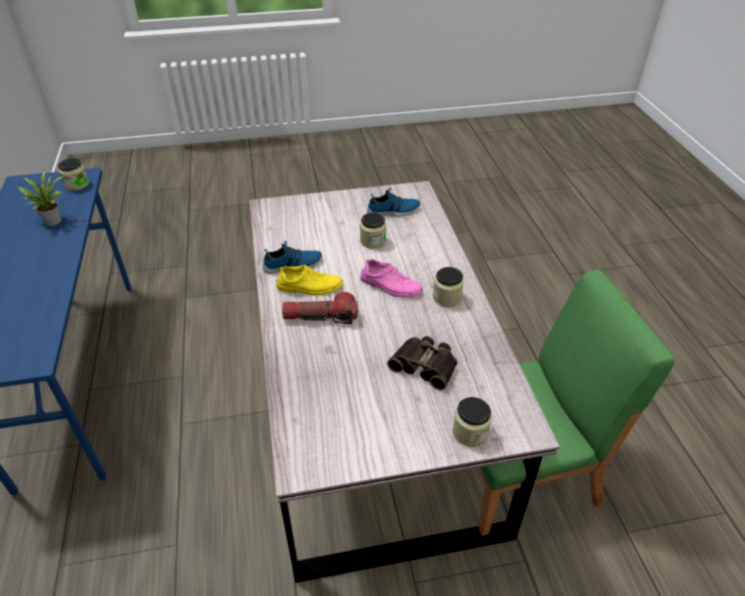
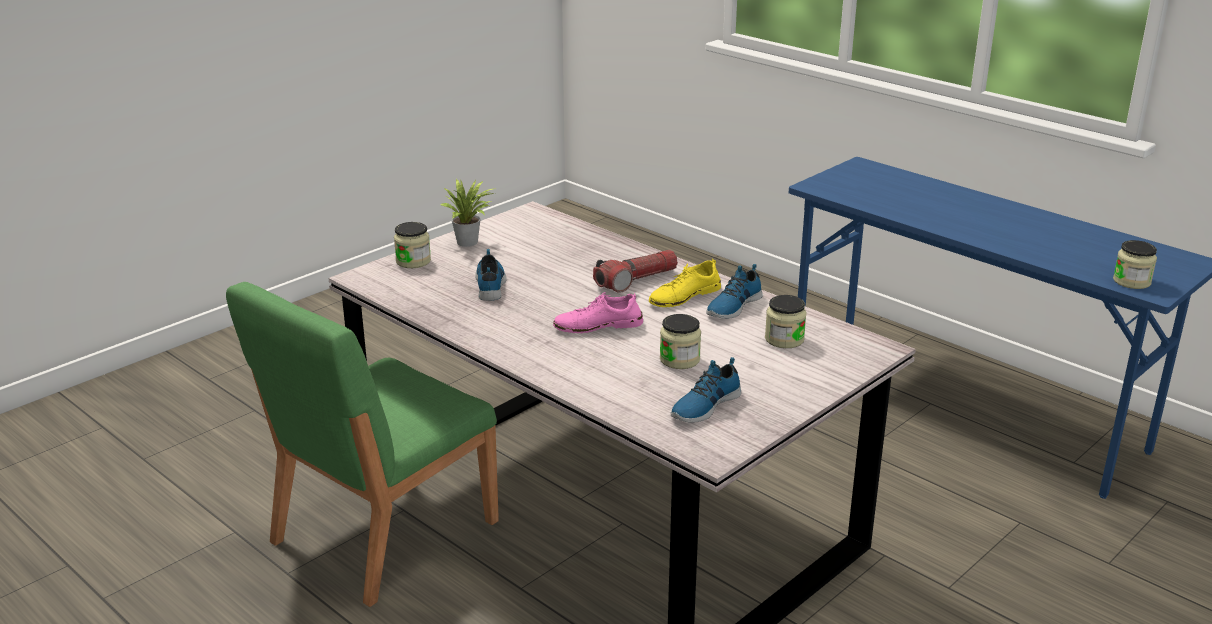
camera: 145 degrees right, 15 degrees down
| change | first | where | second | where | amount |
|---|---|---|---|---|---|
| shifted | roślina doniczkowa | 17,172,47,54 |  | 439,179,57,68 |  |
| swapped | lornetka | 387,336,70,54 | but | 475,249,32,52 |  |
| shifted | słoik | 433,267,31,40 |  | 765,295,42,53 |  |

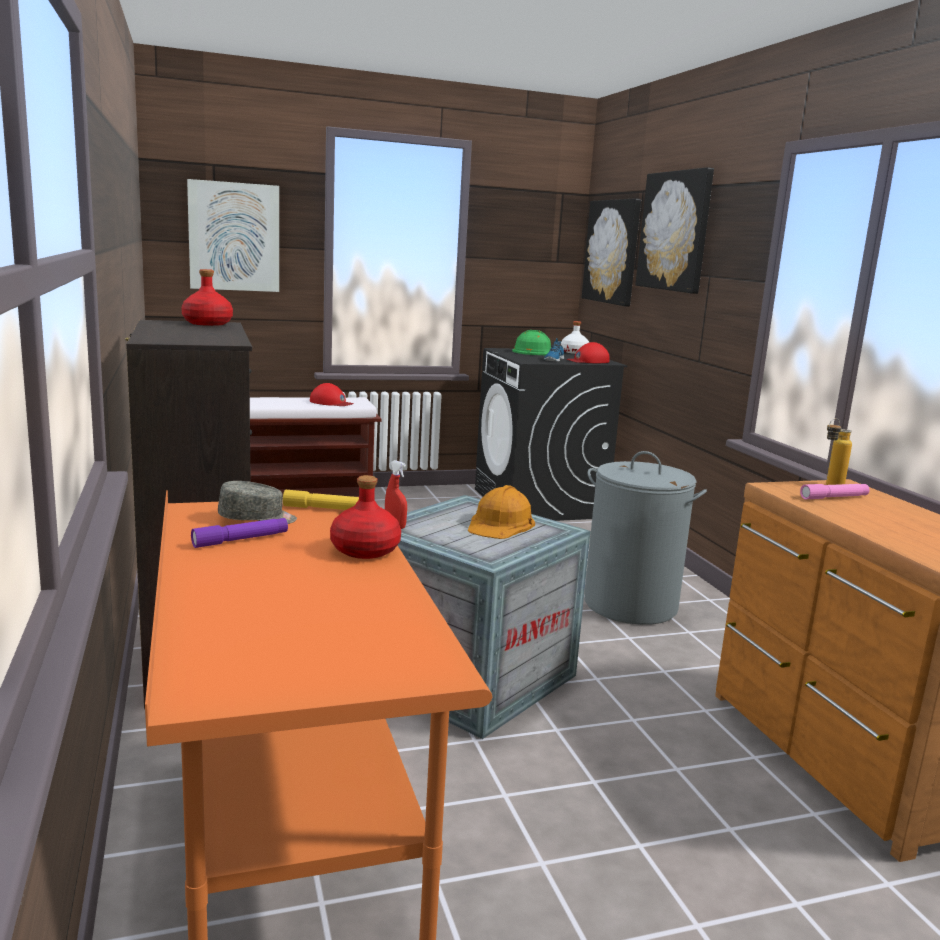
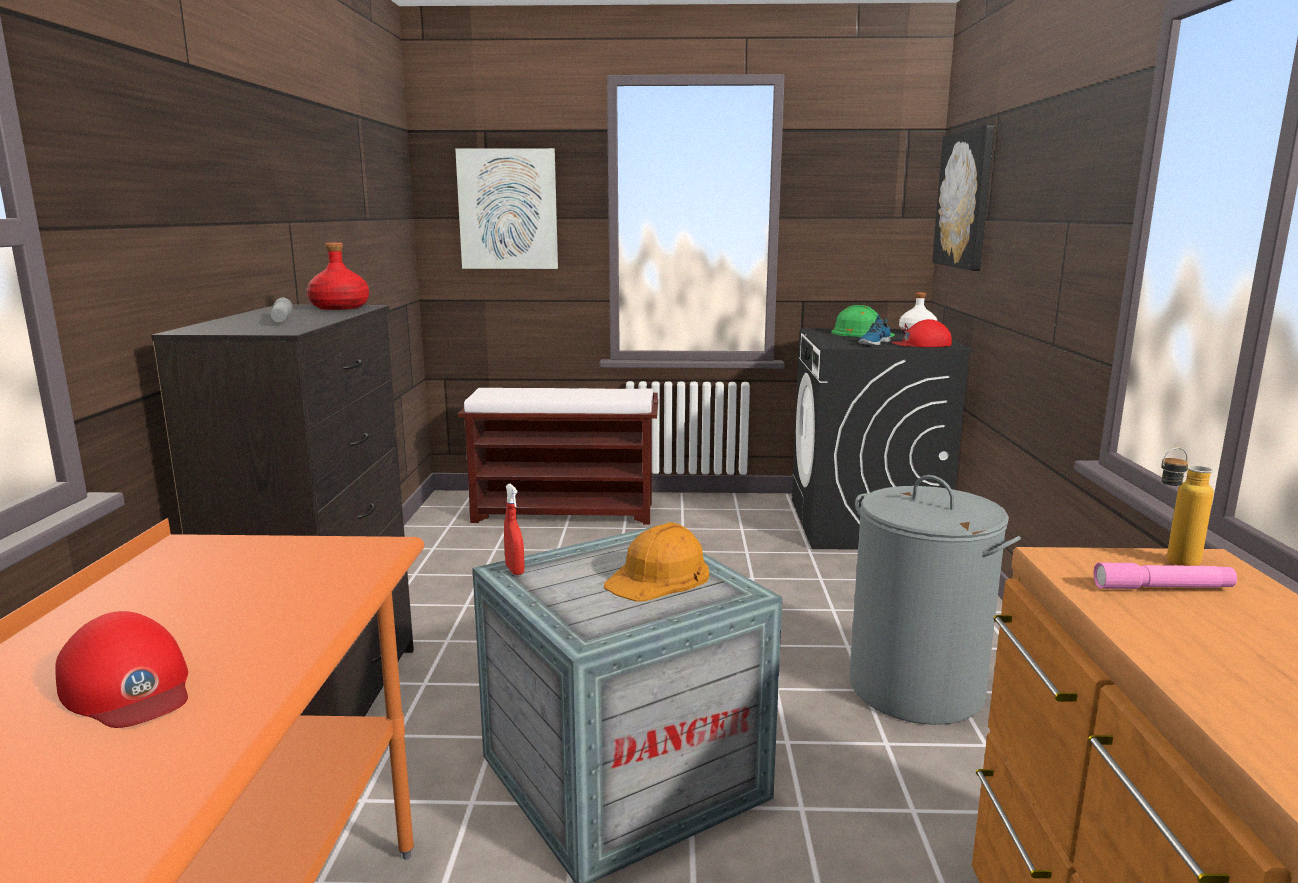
camera: 20 degrees right, 0 degrees up
| change | first | where | second | where | amount |
|---|---|---|---|---|---|
| shifted | czapka z daszkiem (czerwony) | 310,383,44,23 |  | 55,611,133,117 |  |
| new |  |  | latarka (szary) | 270,298,23,25 |  |
| gone | latarka (fioletowy) | 191,518,97,30 |  |  |  |
| gone | czapka z daszkiem (szary) | 218,481,79,43 |  |  |  |
| gone | latarka (żółty) | 283,490,76,20 |  |  |  |
| gone | butelka (czerwony) | 330,475,71,84 |  |  |  |
| gone | obraz | 635,167,79,127 |  |  |  |

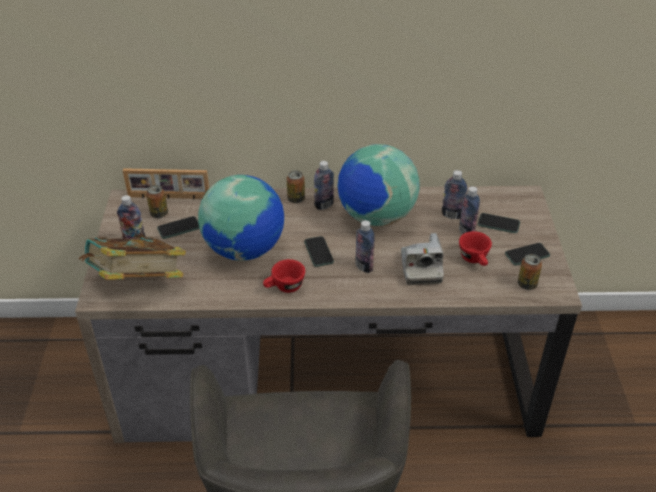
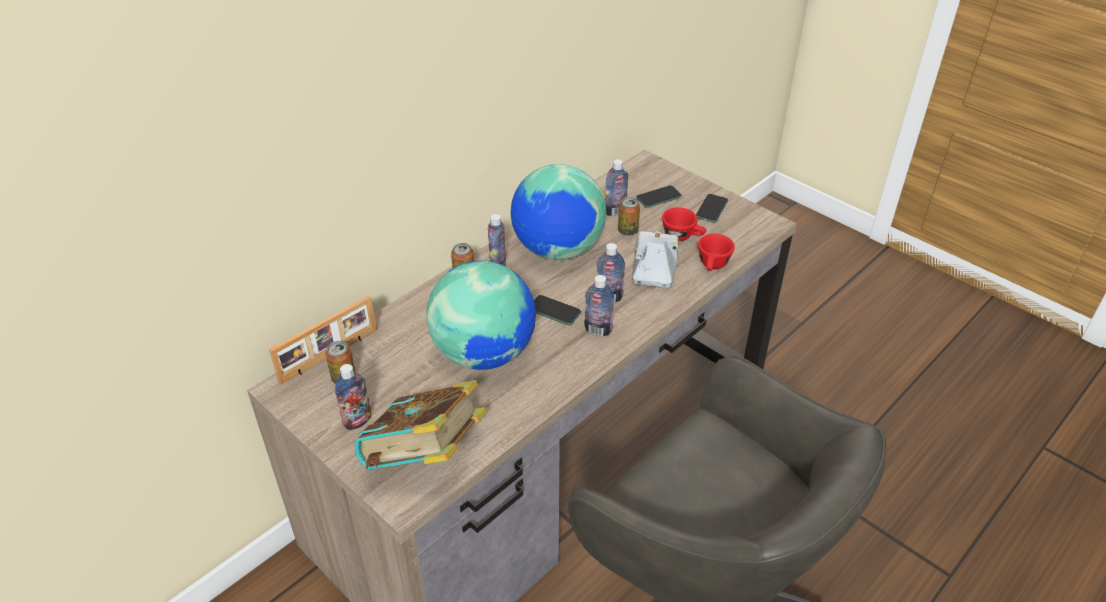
camera: 45 degrees left, 0 degrees up
| change | first | where | second | where | amount |
|---|---|---|---|---|---|
| shifted | butelka | 459,186,21,48 |  | 584,275,31,61 |  |
| shifted | puszka | 518,254,24,36 |  | 618,197,22,39 |  |
| rotated | aparat fotograficzny | 401,233,43,52 |  | 632,231,47,57 | 120 degrees counterclockwise |
| shifted | filiżanka (czerwony) | 263,259,42,34 |  | 698,234,37,37 |  |
| gone | telefon | 157,216,43,23 |  |  |  |

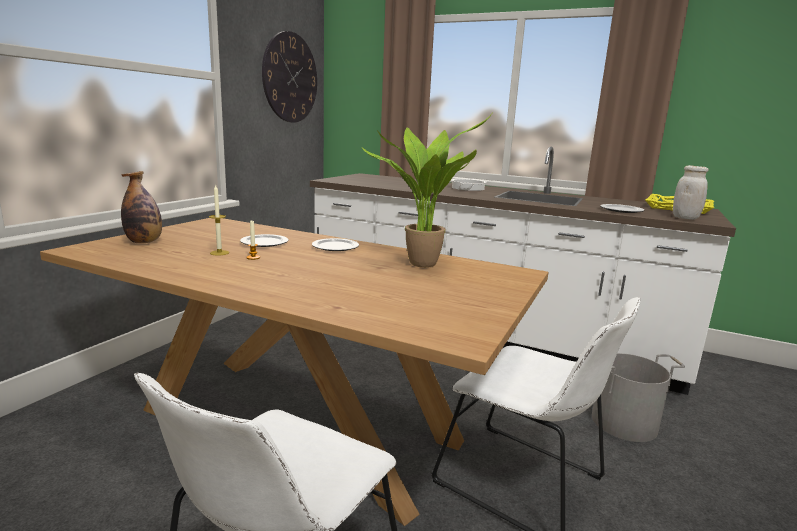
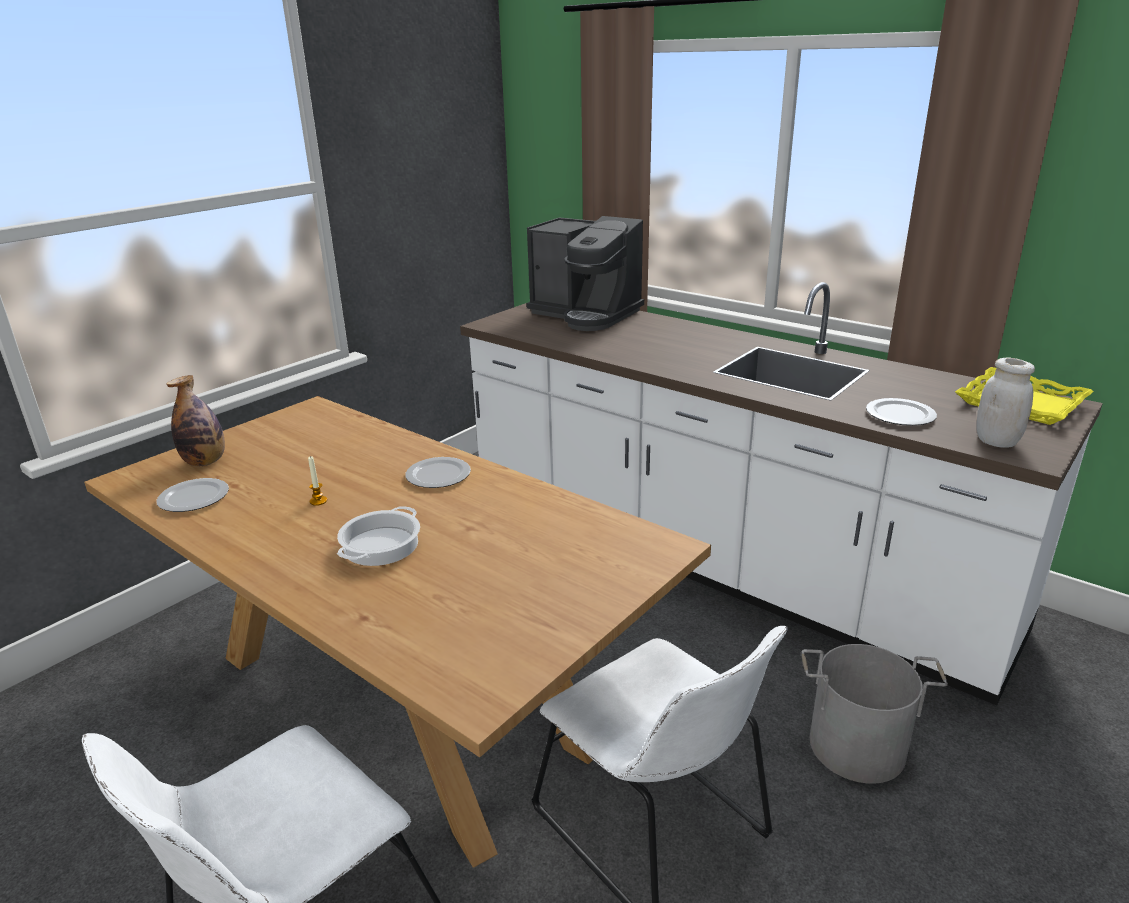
camera: 15 degrees right, 10 degrees up
| change | first | where | second | where | amount |
|---|---|---|---|---|---|
| shifted | talerz | 240,234,48,13 |  | 156,478,73,34 |  |
| shifted | garnek | 451,179,36,12 |  | 337,506,83,60 |  |
| new |  |  | ekspres do kawy | 526,216,118,115 |  |
| gone | świeca | 209,185,20,71 |  |  |  |
| gone | zegar ścienny | 262,31,55,92 |  |  |  |
| gone | roślina doniczkowa | 362,114,130,154 |  |  |  |

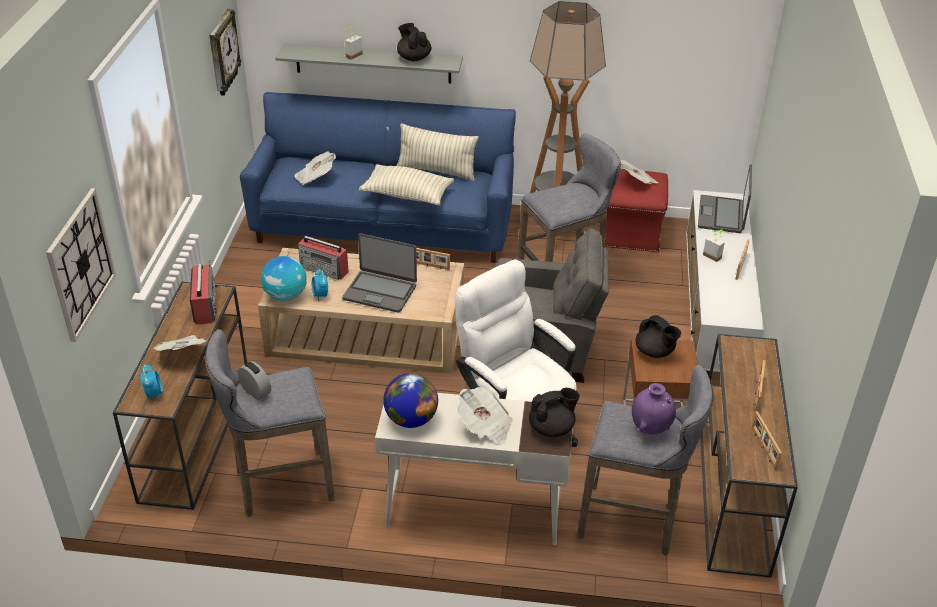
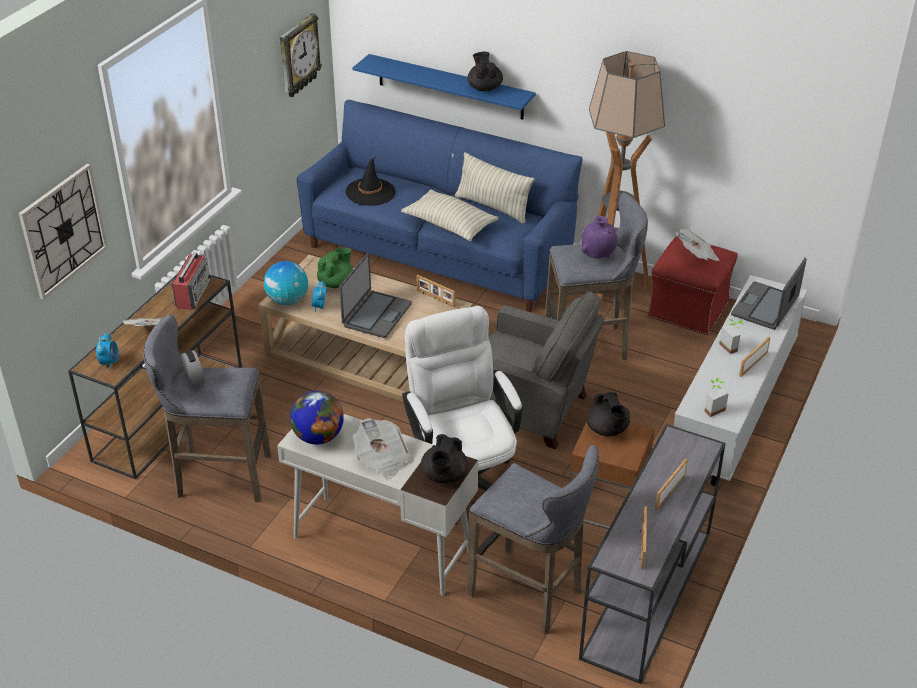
camera: 20 degrees right, 0 degrees up
| change | first | where | second | where | amount |
|---|---|---|---|---|---|
| swapped | radio | 298,236,50,44 | imbryk (zielony) | 317,247,36,41 |  |
| rotated | laptop | 342,233,75,80 |  | 339,253,73,85 | 105 degrees counterclockwise |
| swapped | gazeta | 294,152,42,33 | kapelusz (czarny) | 345,156,51,50 |  |
| repainted | półka (szary) | 275,43,188,40 | półka (niebieski) | 352,54,184,65 |  |
| rotated | imbryk (czarny) | 529,388,51,49 |  | 421,434,47,49 | 105 degrees clockwise |
| repainted | stolik konsolowy (brązowy) | 700,334,98,243 | stolik konsolowy (szary) | 579,424,147,260 |  |
| shifted | wazon (fioletowy) | 632,383,44,51 |  | 582,216,35,42 |  |
| shifted | roślina doniczkowa | 345,27,18,33 |  | 704,378,25,39 |  |

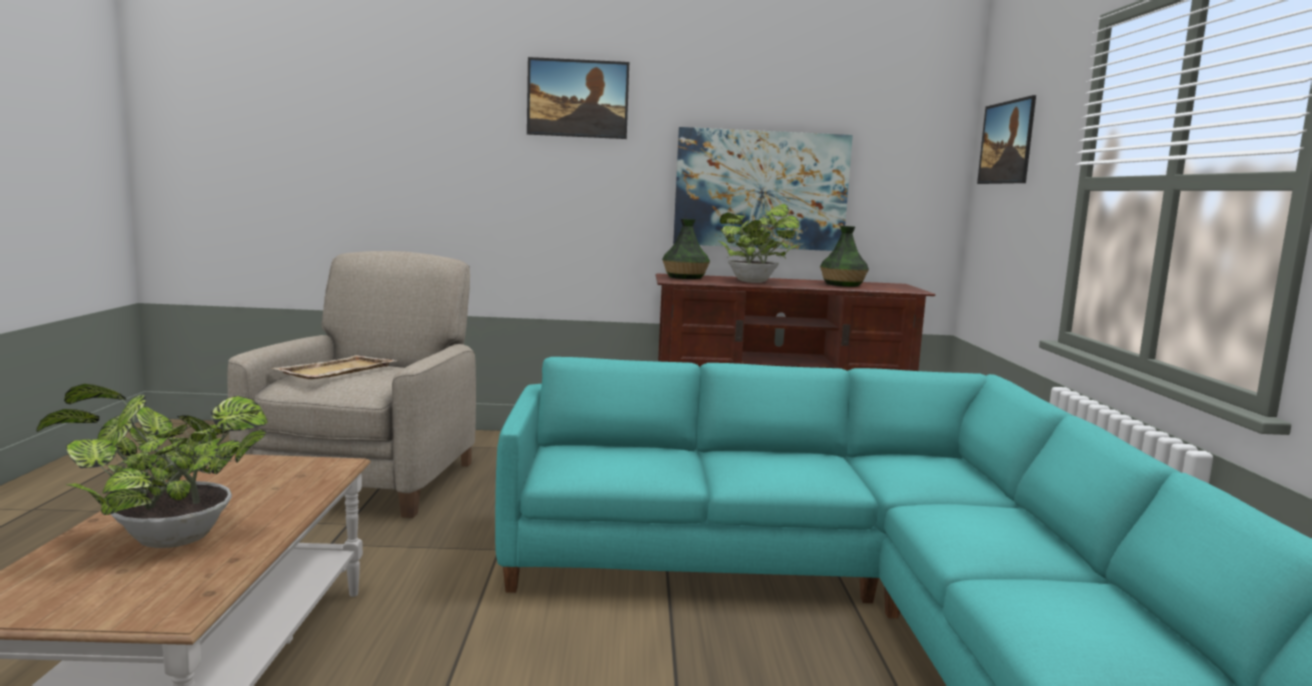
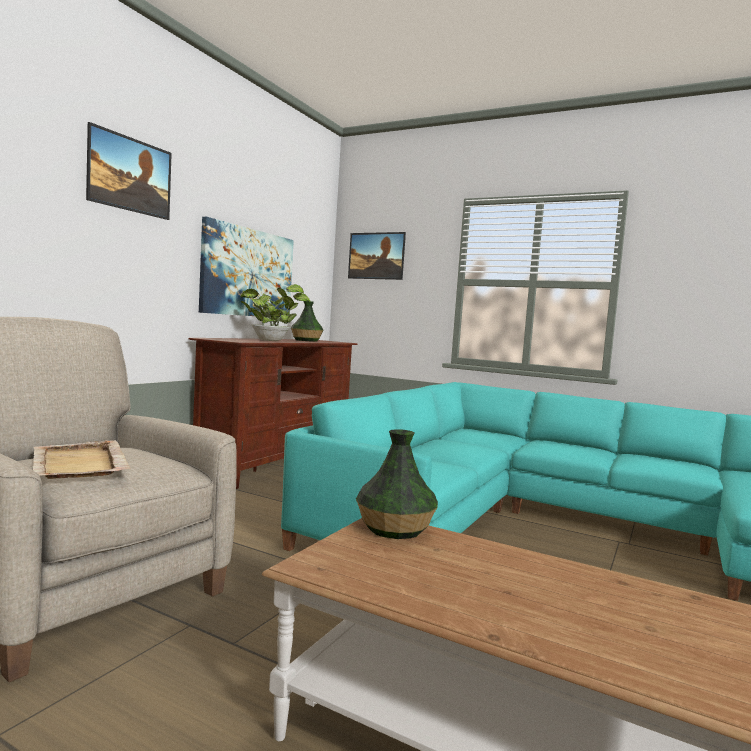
camera: 60 degrees left, 5 degrees down
| change | first | where | second | where | amount |
|---|---|---|---|---|---|
| shifted | wazon | 662,219,48,60 |  | 356,429,82,110 |  |
| gone | roślina doniczkowa | 36,384,232,164 |  |  |  |

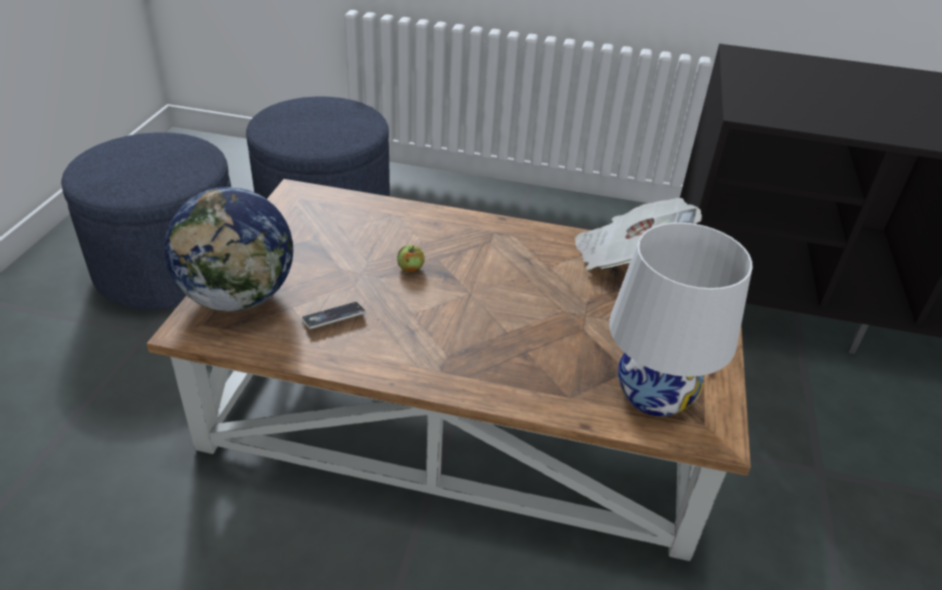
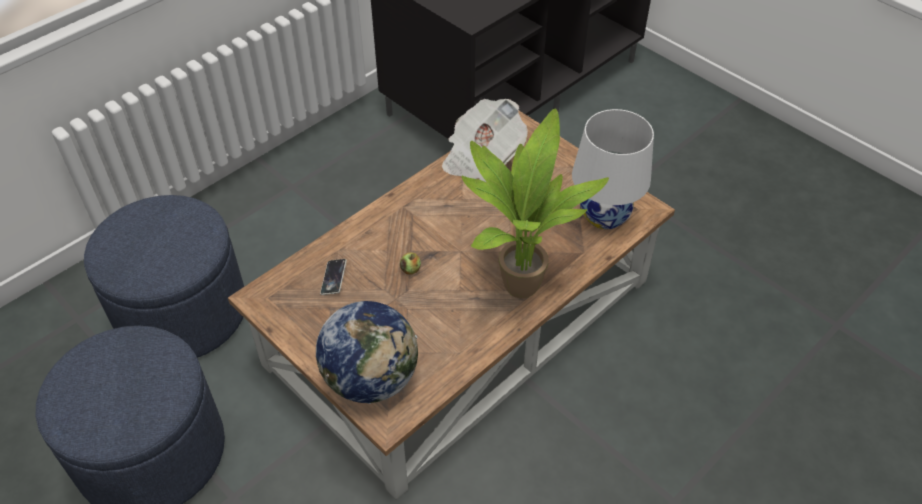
camera: 55 degrees left, 10 degrees up
| change | first | where | second | where | amount |
|---|---|---|---|---|---|
| shifted | telefon | 301,302,65,27 |  | 320,259,27,36 |  |
| new |  |  | roślina doniczkowa | 461,109,148,189 |  |

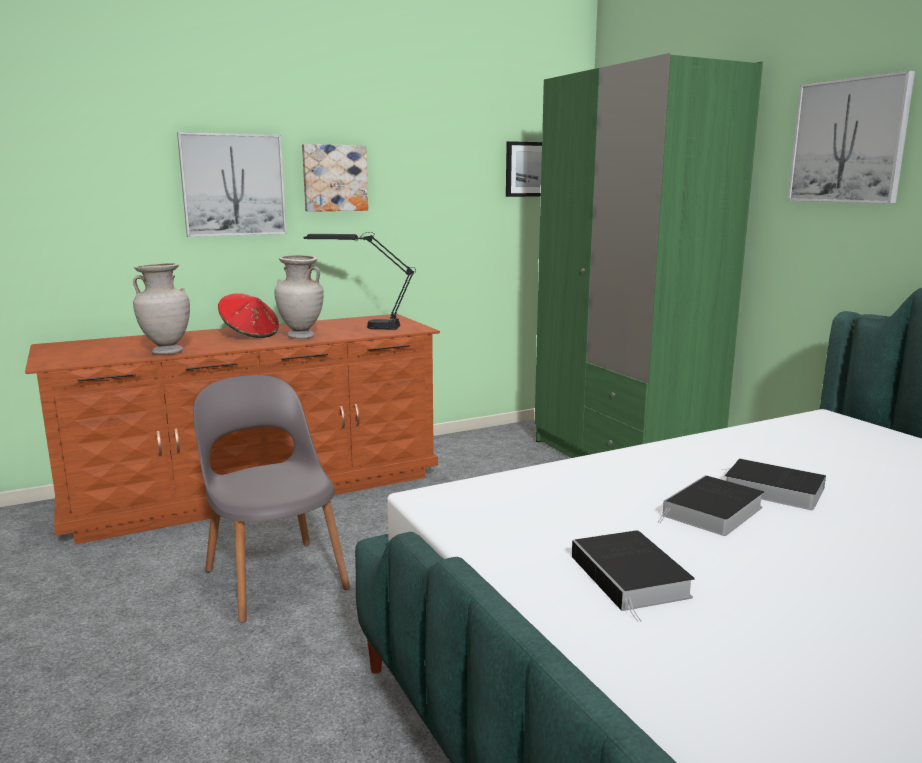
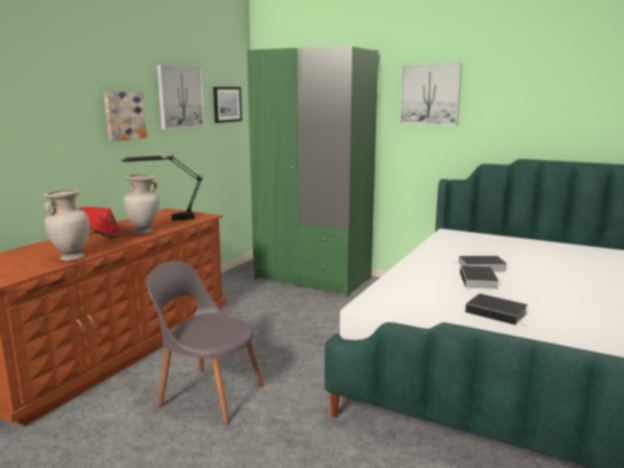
camera: 35 degrees left, 0 degrees up
| change | first | where | second | where | amount |
|---|---|---|---|---|---|
| shifted | obraz | 177,132,110,105 |  | 157,65,48,65 |  |

